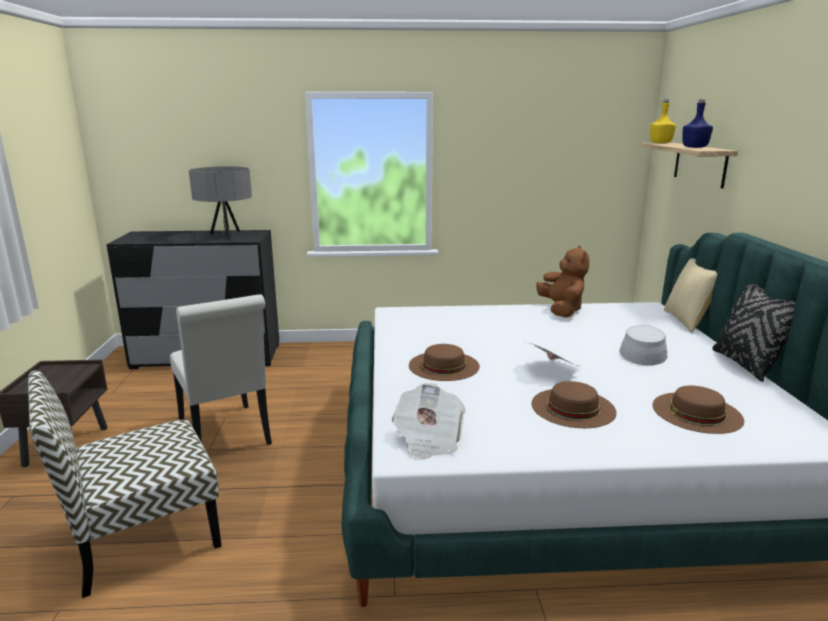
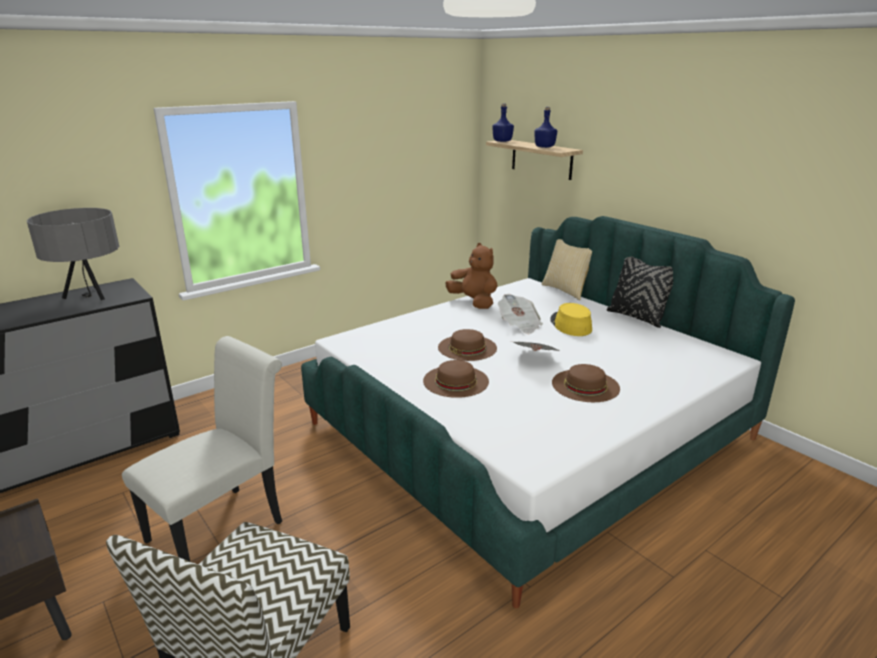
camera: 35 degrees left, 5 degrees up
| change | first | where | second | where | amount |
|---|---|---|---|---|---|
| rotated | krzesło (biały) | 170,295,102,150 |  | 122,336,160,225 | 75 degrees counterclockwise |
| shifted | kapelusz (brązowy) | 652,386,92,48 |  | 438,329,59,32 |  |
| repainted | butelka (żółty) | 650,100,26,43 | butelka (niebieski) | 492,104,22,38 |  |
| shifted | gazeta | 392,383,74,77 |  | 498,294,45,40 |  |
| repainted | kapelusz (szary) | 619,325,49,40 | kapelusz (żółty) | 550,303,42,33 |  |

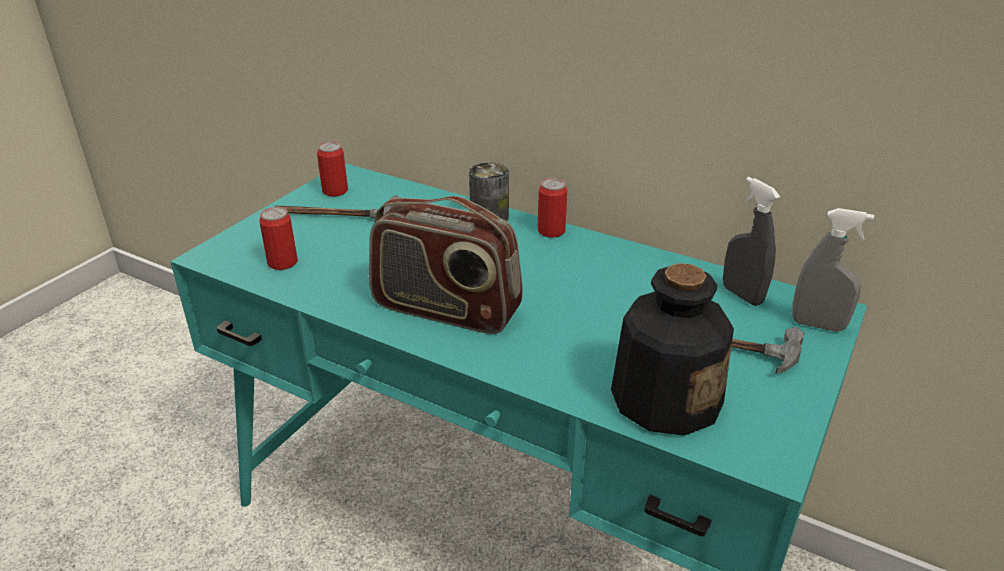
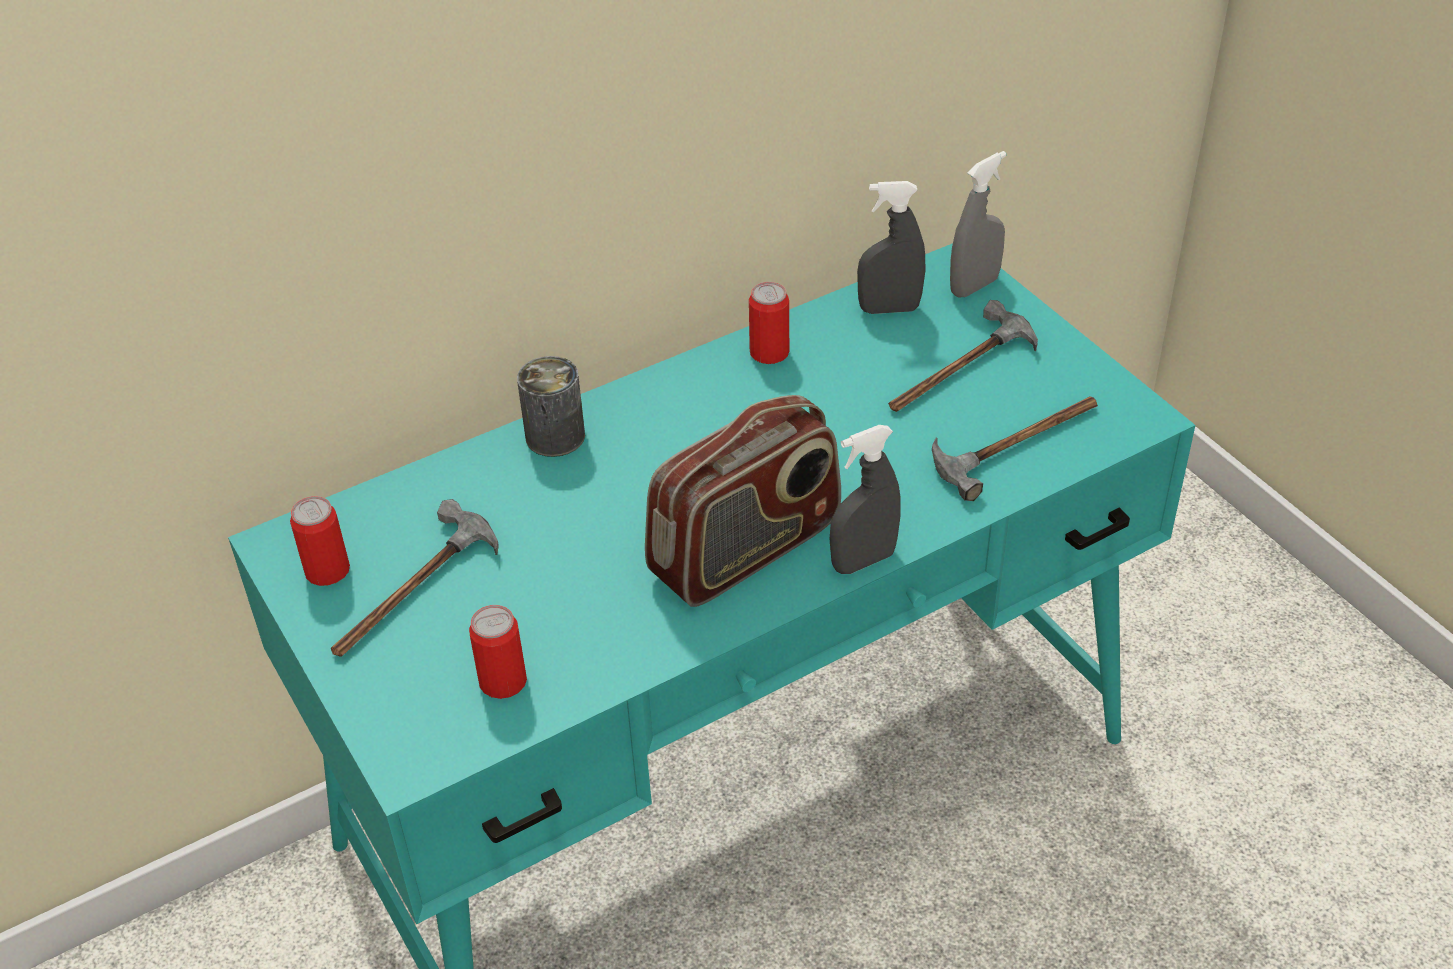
camera: 60 degrees left, 10 degrees up
| change | first | where | second | where | amount |
|---|---|---|---|---|---|
| shifted | puszka | 537,178,30,60 |  | 749,282,40,82 |  |
| new |  |  | spryskiwacz (szary) | 830,425,71,149 |  |
| swapped | butelka | 611,263,123,172 | młotek | 932,396,166,105 |  |

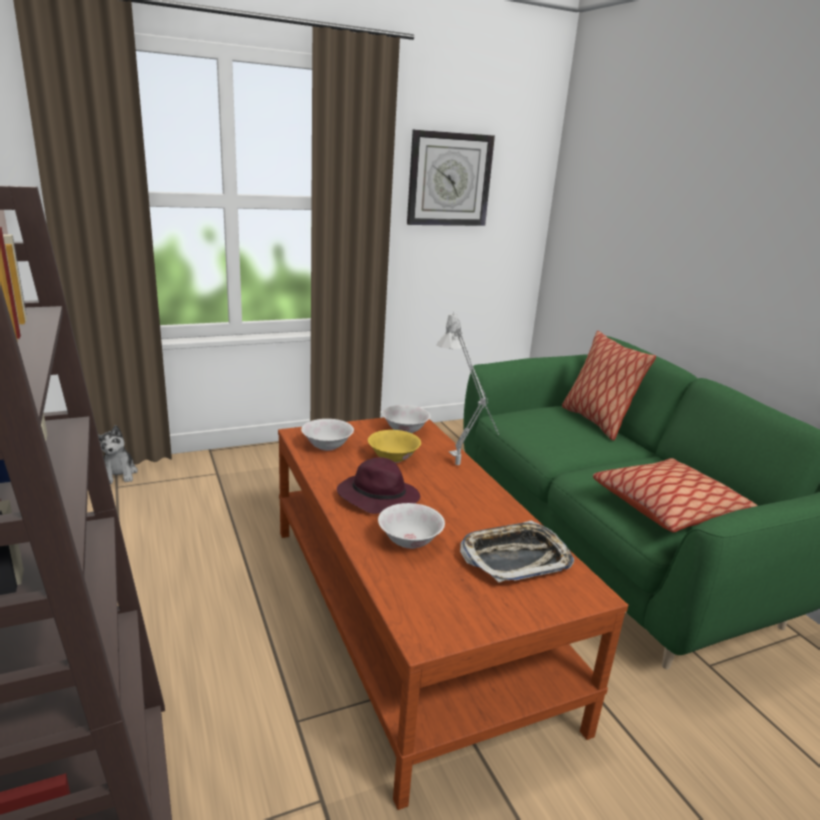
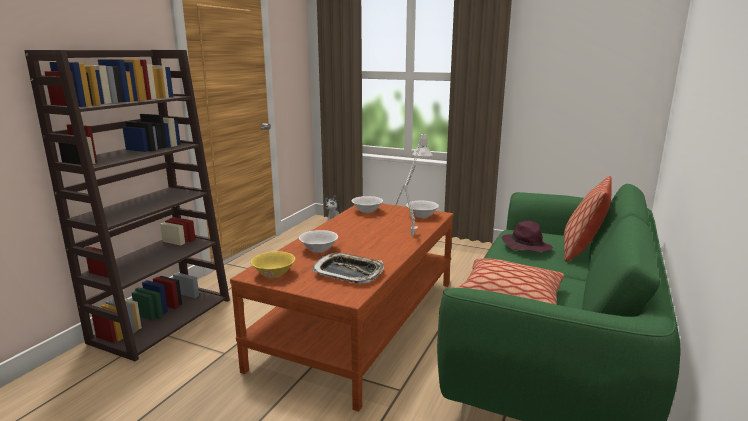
camera: 50 degrees right, 5 degrees down
| change | first | where | second | where | amount |
|---|---|---|---|---|---|
| shifted | miska (żółty) | 368,430,53,33 |  | 251,251,44,27 |  |
| shifted | kapelusz (fioletowy) | 337,457,83,57 |  | 502,221,51,31 |  |
| gone | zegar ścienny | 407,130,88,96 |  |  |  |

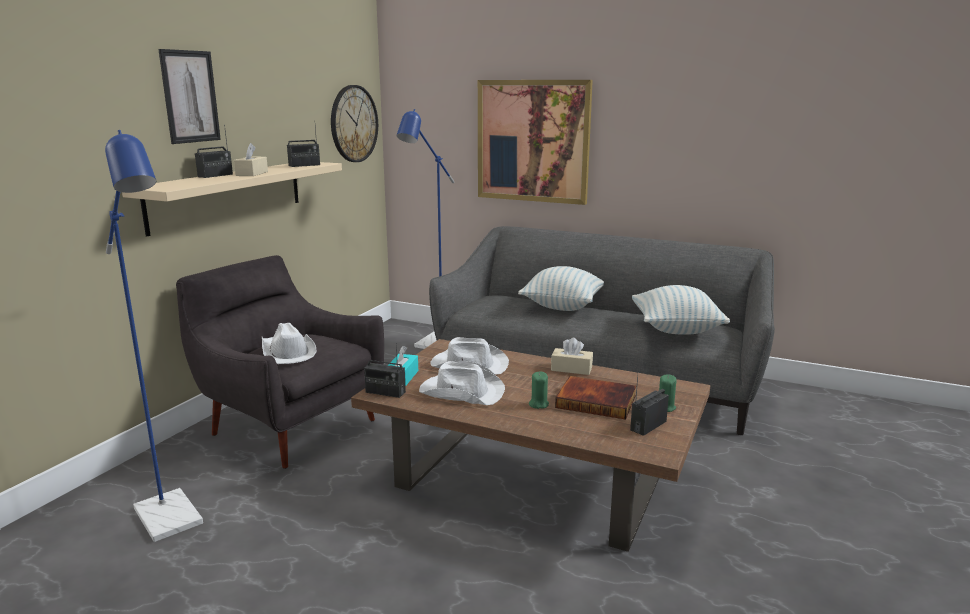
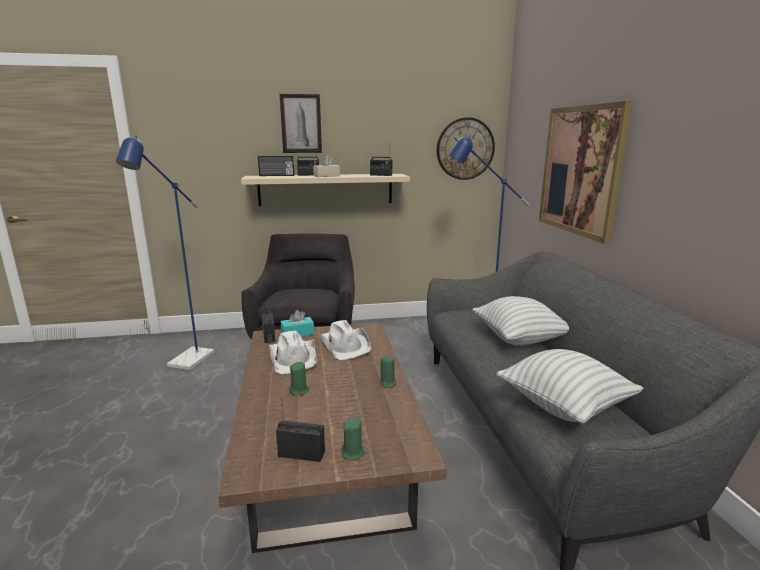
camera: 55 degrees right, 0 degrees up
| change | first | where | second | where | amount |
|---|---|---|---|---|---|
| new |  |  | radio | 258,156,36,20 |  |
| swapped | pudełko chusteczek (beżowy) | 551,338,42,37 | świeca (zielony) | 379,356,18,32 |  |
| gone | kapelusz (biały) | 262,323,55,41 |  |  |  |
| gone | książka | 555,376,81,44 |  |  |  |

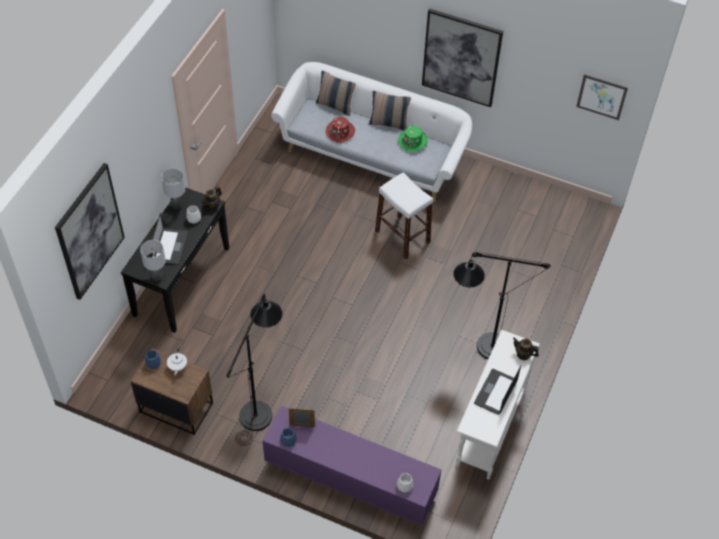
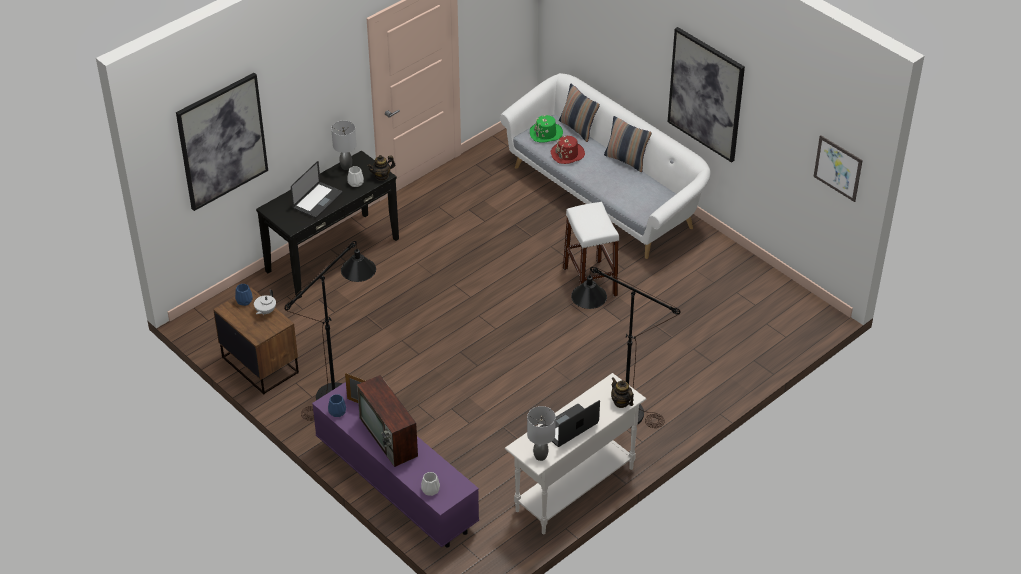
camera: 25 degrees right, 10 degrees down
| change | first | where | second | where | amount |
|---|---|---|---|---|---|
| new |  |  | telewizor | 357,375,61,92 |  |
| shifted | lampa stołowa (szary) | 140,240,26,41 |  | 527,406,29,55 |  |
| shifted | kapelusz (zielony) | 398,126,30,26 |  | 530,115,33,28 |  |

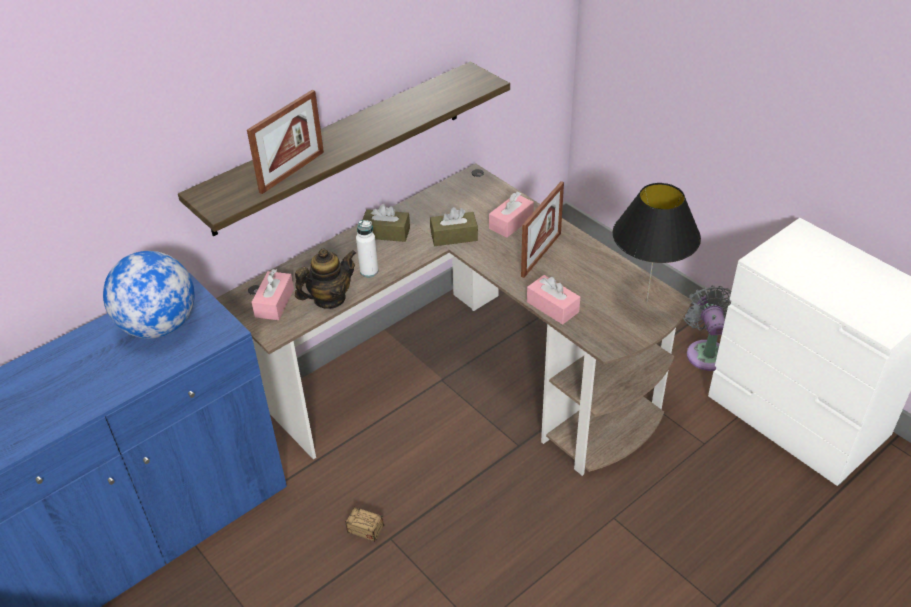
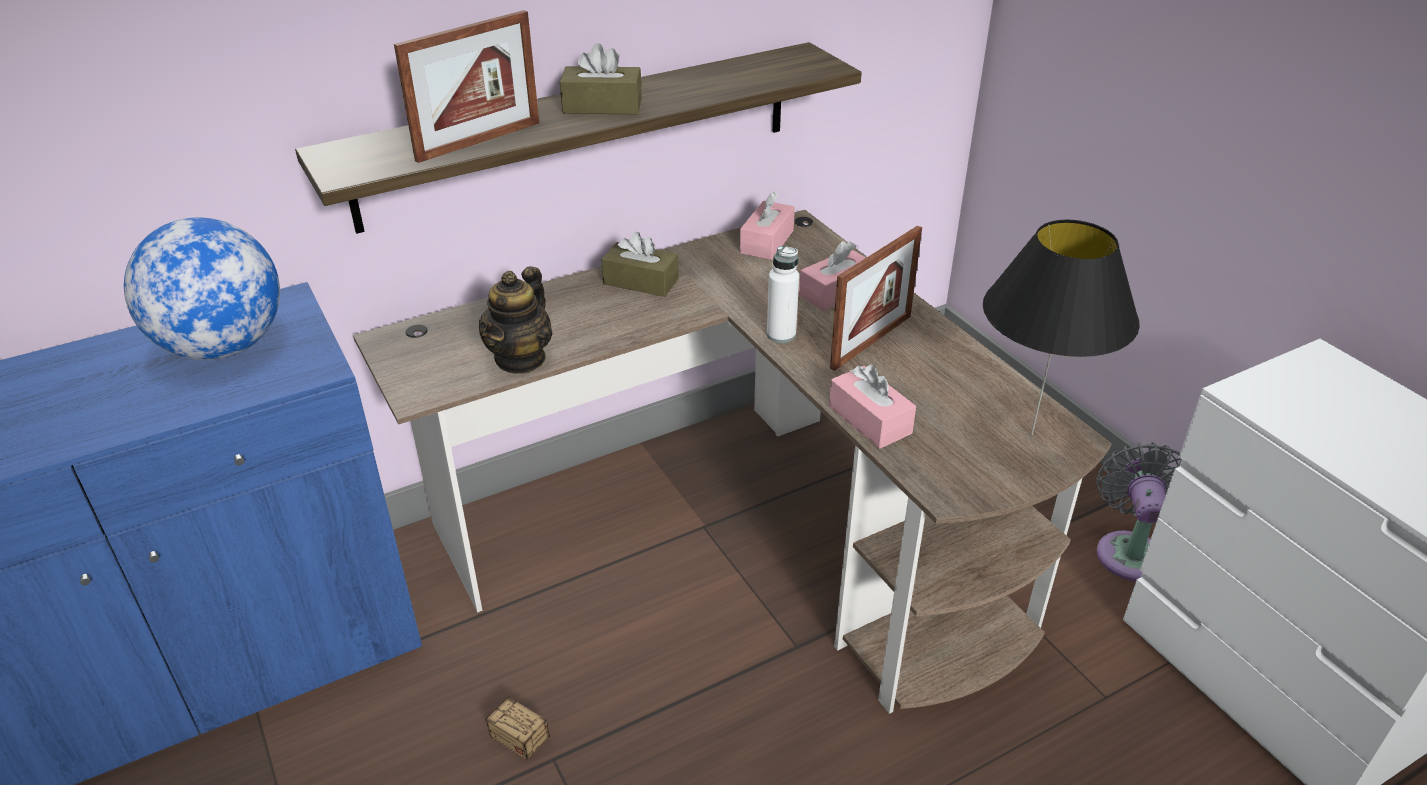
camera: 10 degrees right, 5 degrees down
| change | first | where | second | where | amount |
|---|---|---|---|---|---|
| rotated | imbryk | 295,248,61,61 |  | 479,266,74,108 | 135 degrees clockwise |
| shifted | pudełko chusteczek (brązowy) | 430,207,48,39 |  | 560,43,82,72 |  |
| shifted | pudełko chusteczek (różowy) | 251,269,43,51 |  | 740,192,55,68 |  |
| shifted | butelka (biały) | 356,220,23,57 |  | 767,246,32,97 |  |

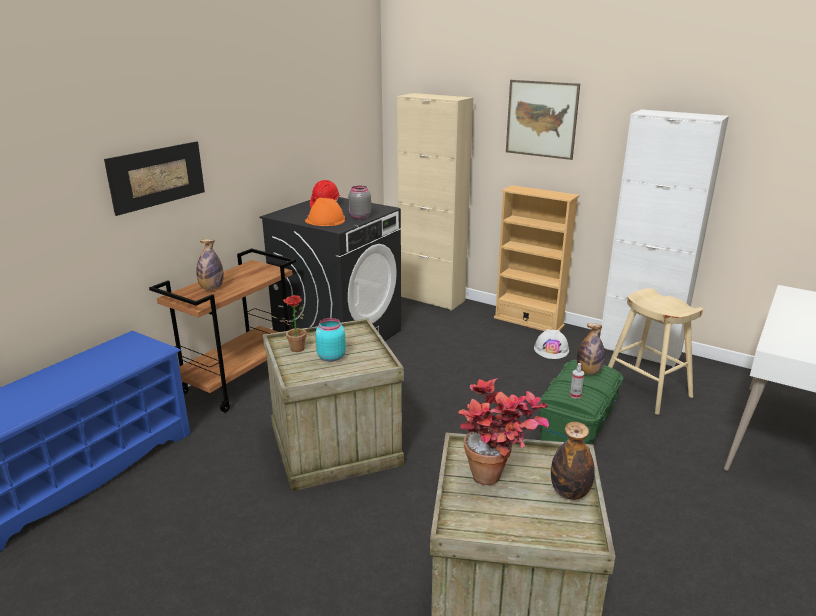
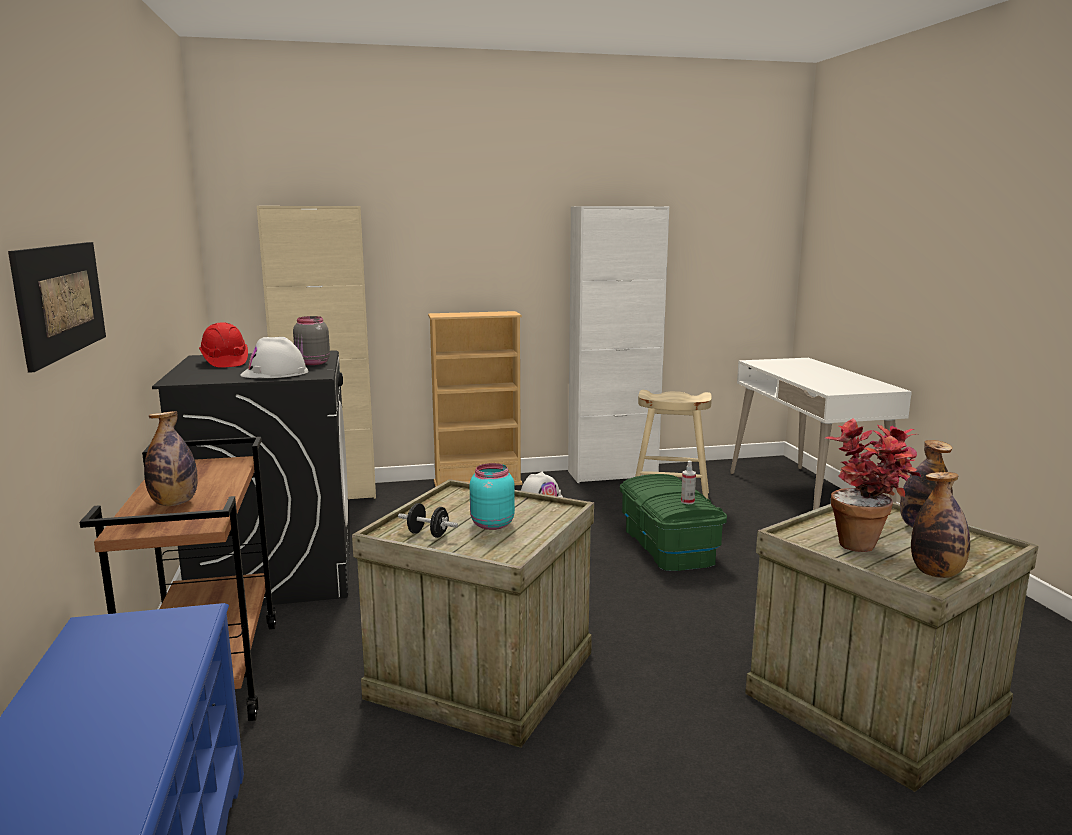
camera: 45 degrees left, 10 degrees down
| change | first | where | second | where | amount |
|---|---|---|---|---|---|
| repainted | kask (pomarańczowy) | 305,198,40,28 | kask (biały) | 240,337,68,41 |  |
| swapped | roślina doniczkowa | 271,295,38,57 | hantel (czarny) | 398,503,60,35 |  |
| shifted | butelka | 577,323,28,52 |  | 911,472,59,106 |  |
| gone | obraz | 506,80,74,80 |  |  |  |

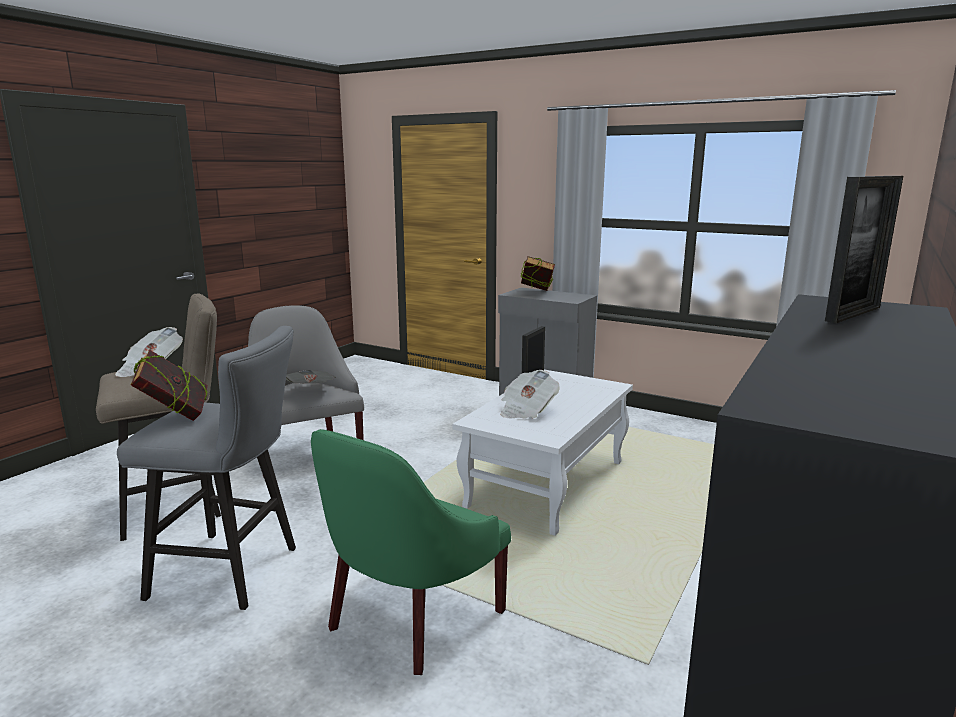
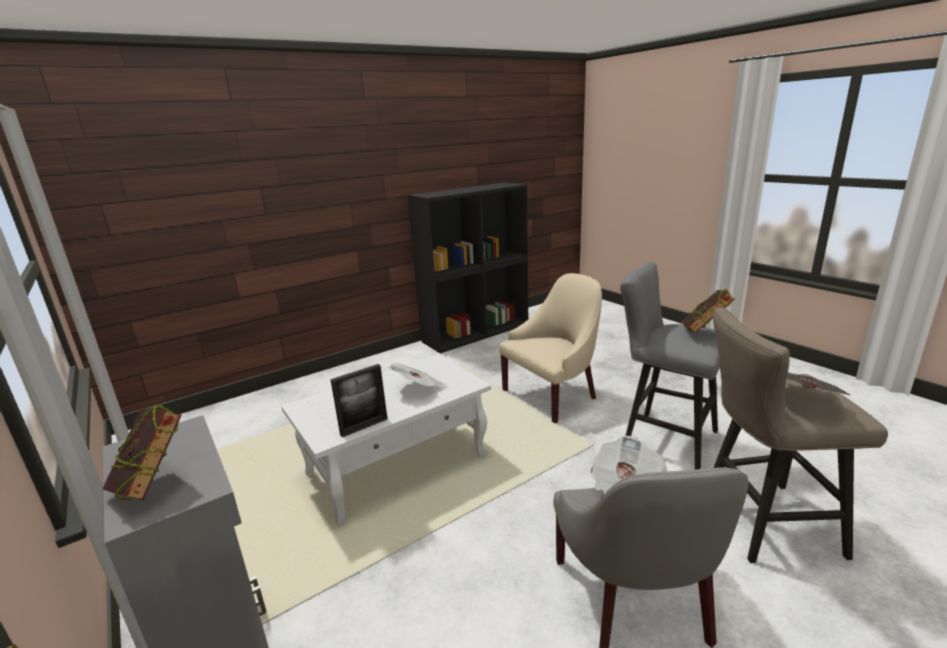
camera: 155 degrees left, 5 degrees up
| change | first | where | second | where | amount |
|---|---|---|---|---|---|
| repainted | fotel (zielony) | 311,429,200,246 | fotel (beżowy) | 499,273,103,150 |  |
| gone | ramka na zdjęcie | 825,176,78,147 |  |  |  |

